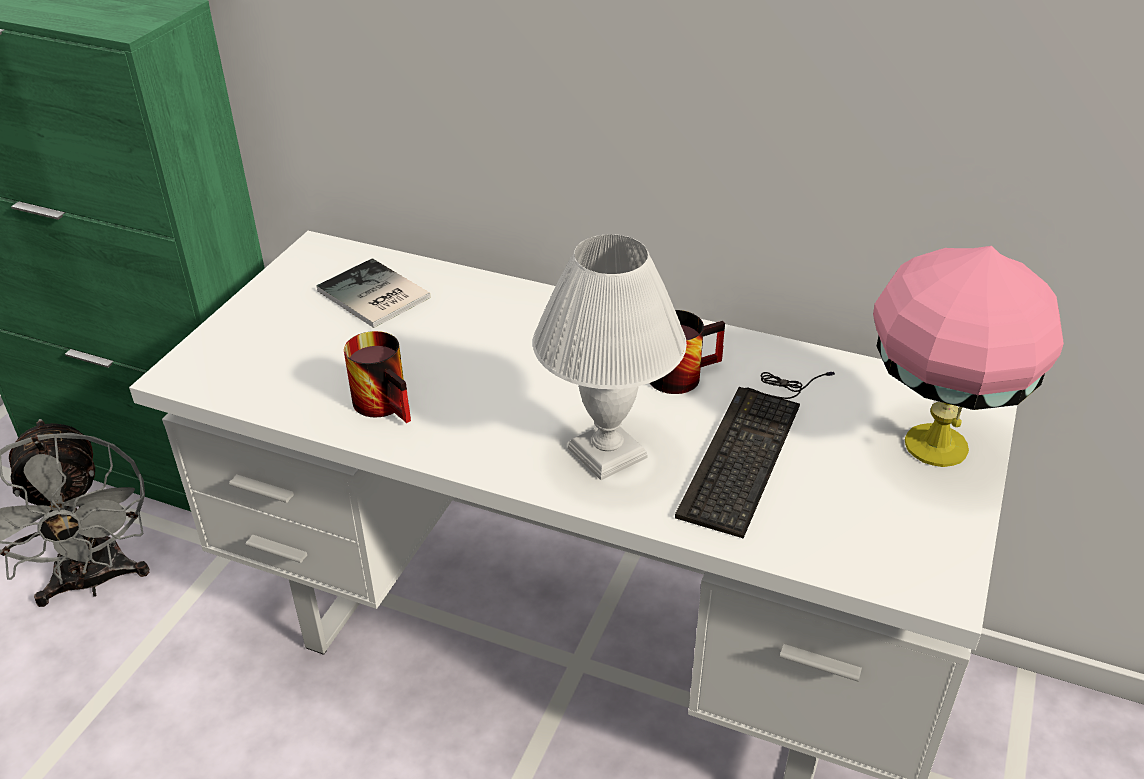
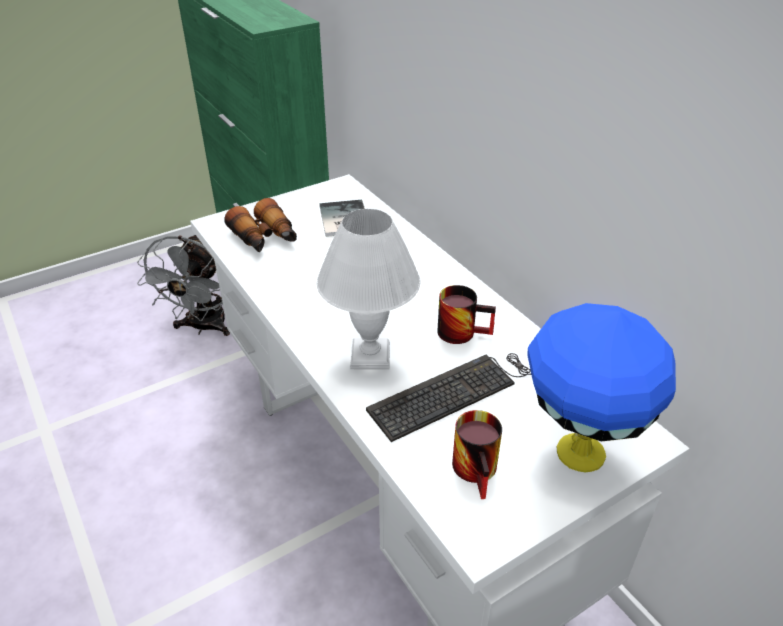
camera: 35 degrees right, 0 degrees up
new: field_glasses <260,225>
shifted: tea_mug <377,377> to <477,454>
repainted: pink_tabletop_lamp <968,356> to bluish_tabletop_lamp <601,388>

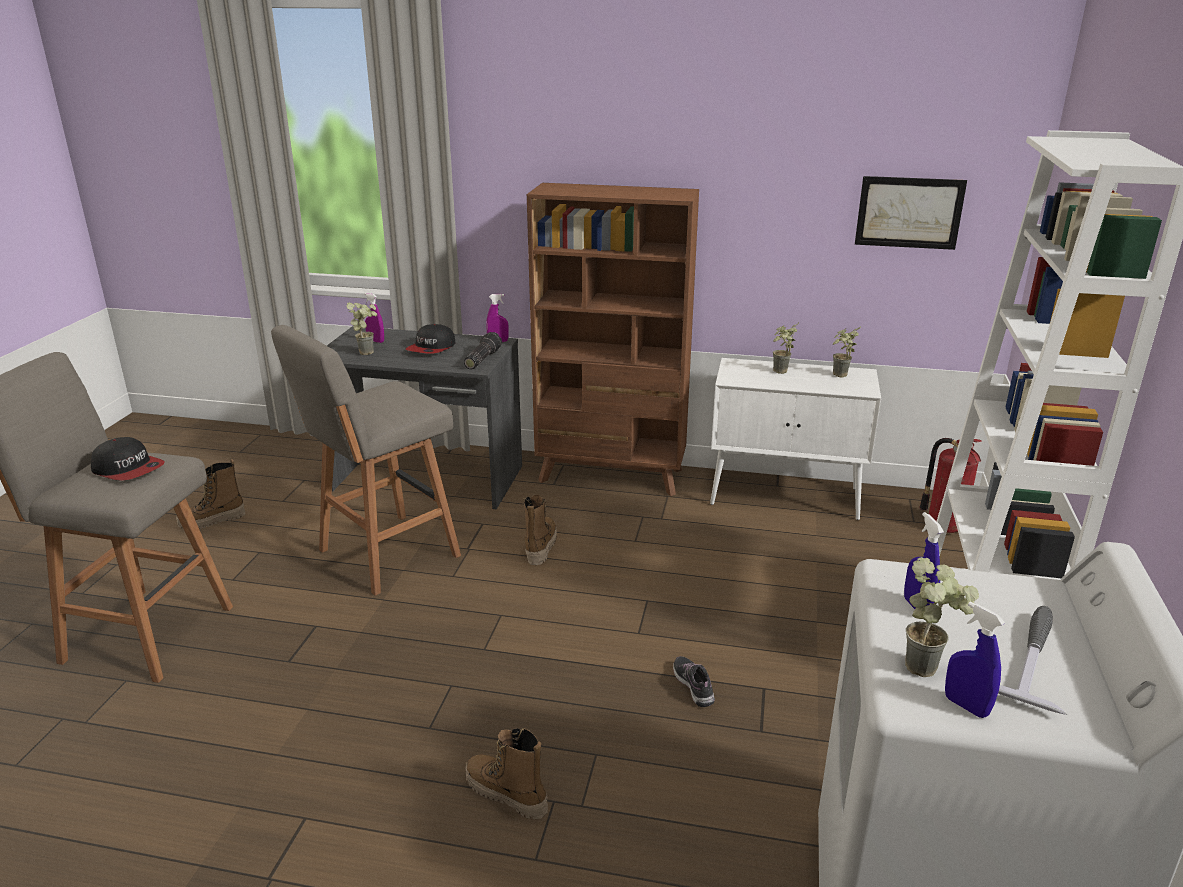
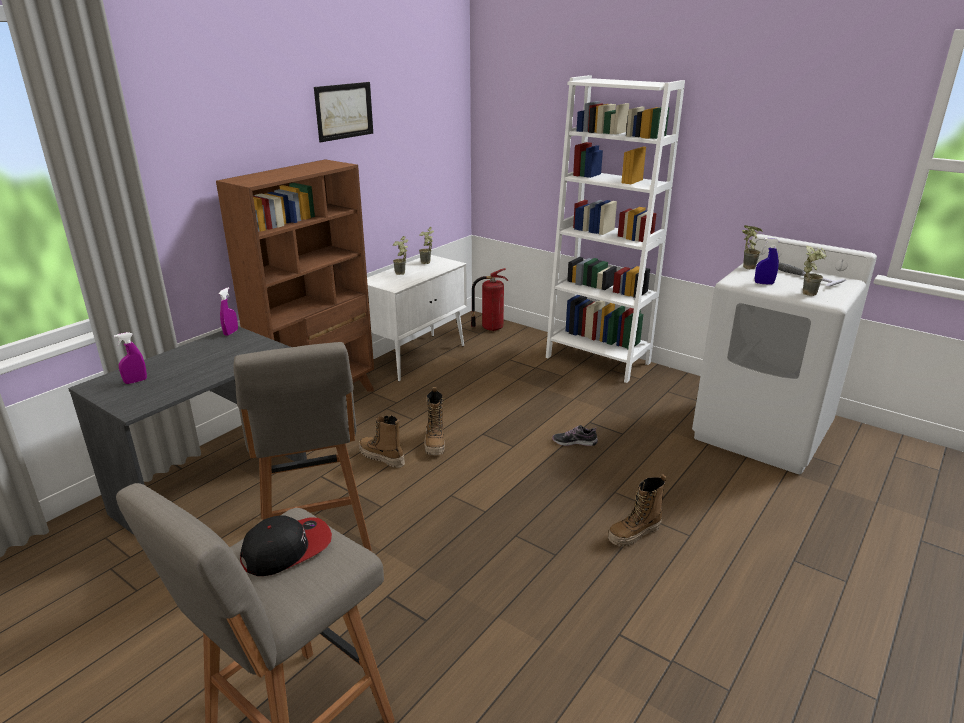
camera: 65 degrees left, 0 degrees up
gone: baseball_cap <430,338>; torch <483,350>; bluish_spray_bottle <975,660>
shifted: high-top_boot <210,494> to <435,421>; potted_plant <362,328> to <752,247>; picture <911,213> to <343,112>

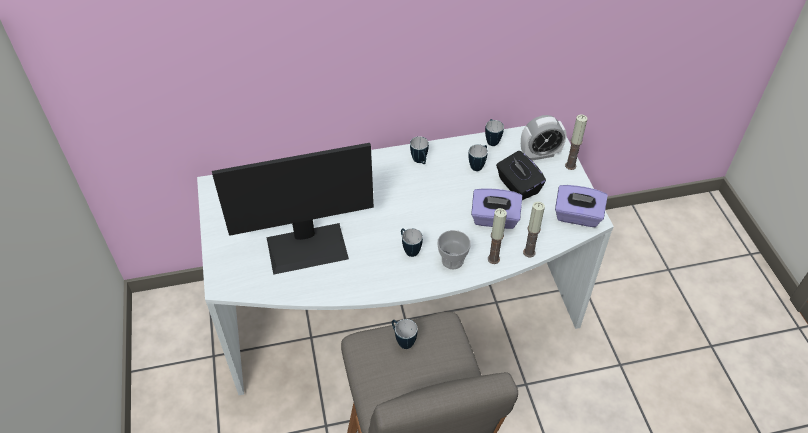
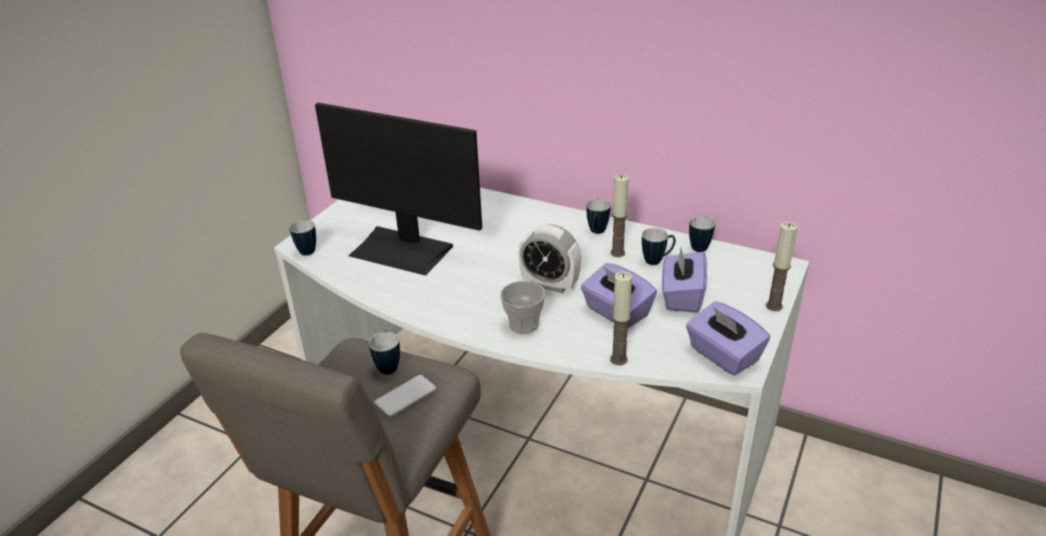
camera: 40 degrees right, 15 degrees down
new: phone <405,396>
shifted: tea_mug <412,242> to <303,237>; wax_candle <497,236> to <619,215>; alarm_clock <544,138> to <549,258>
repainted: black-coloured_tissue_holder <521,175> to purplish_tissue_holder <684,280>

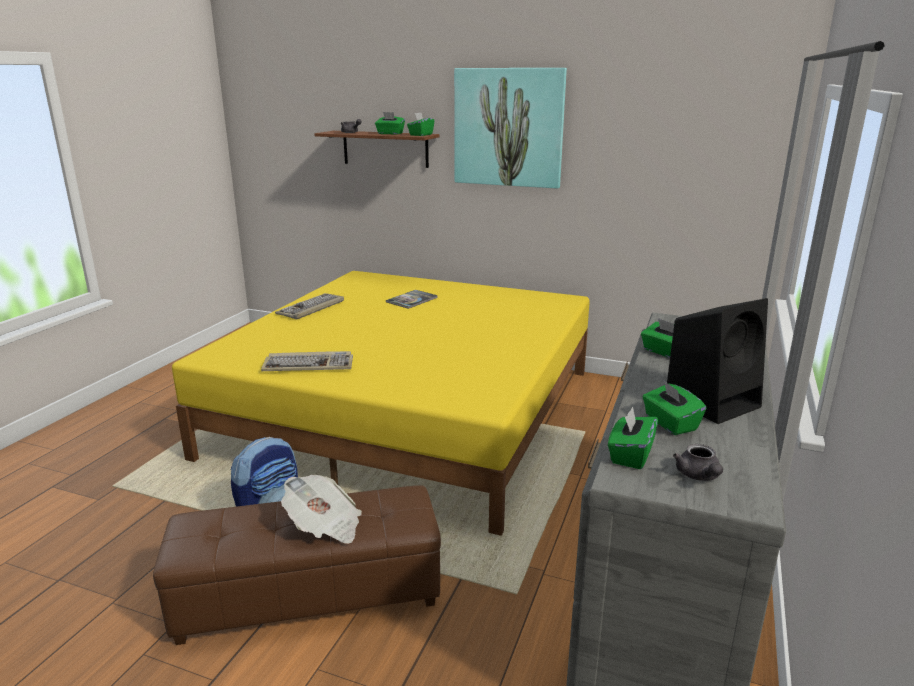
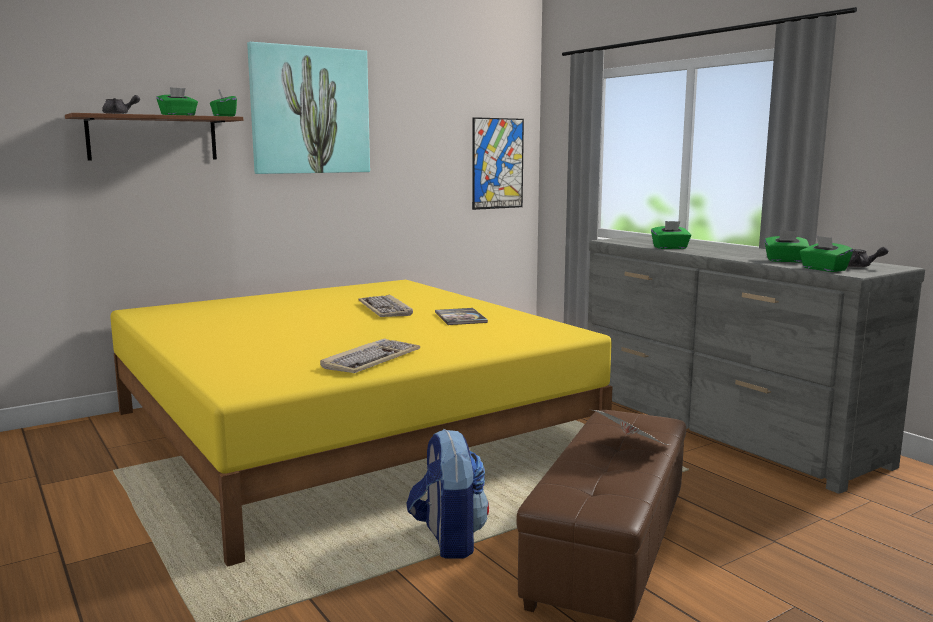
camera: 55 degrees left, 10 degrees down
gone: black-coloured_audio_speaker <717,361>
new: picture <498,163>
shifted: PC_keyboard <309,306> to <386,306>; volume <412,299> to <461,316>

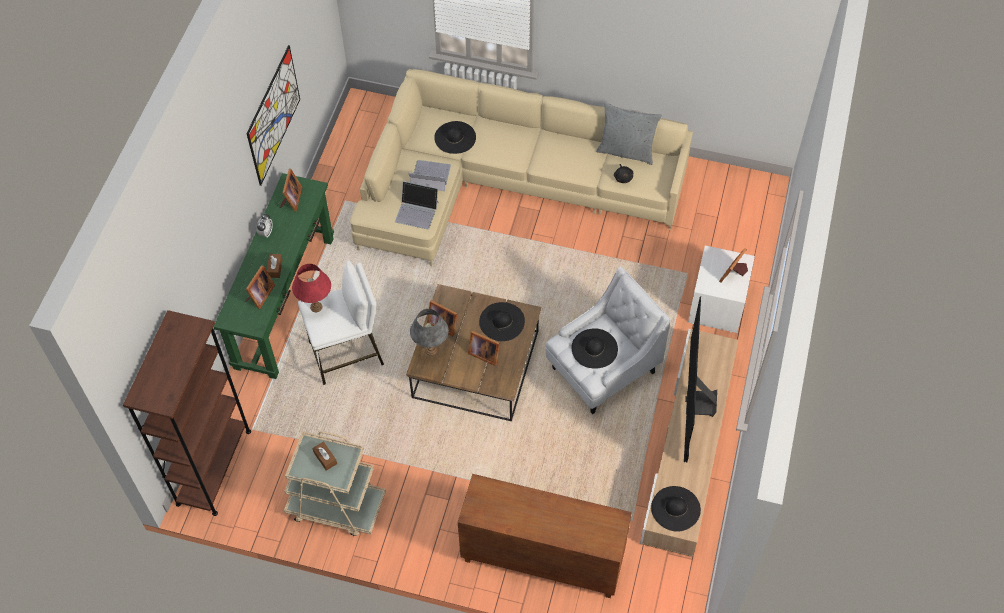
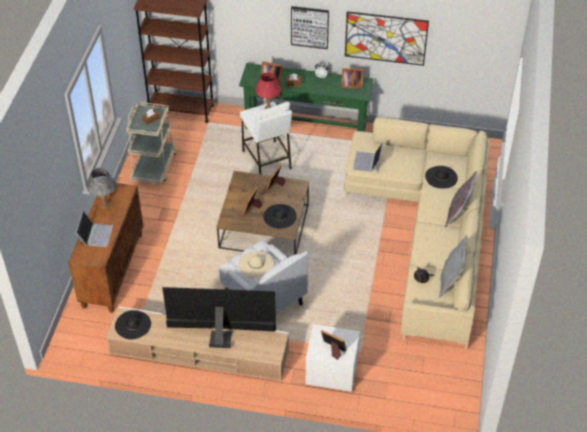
camera: 85 degrees right, 10 degrees down
new: picture <310,27>; grey_cushion <461,199>
shifted: portable_computer <429,175> to <94,229>; grey_tabletop_lamp <429,332> to <101,188>
repainted: black-coloured_hat <594,348> to beige_hat <256,264>

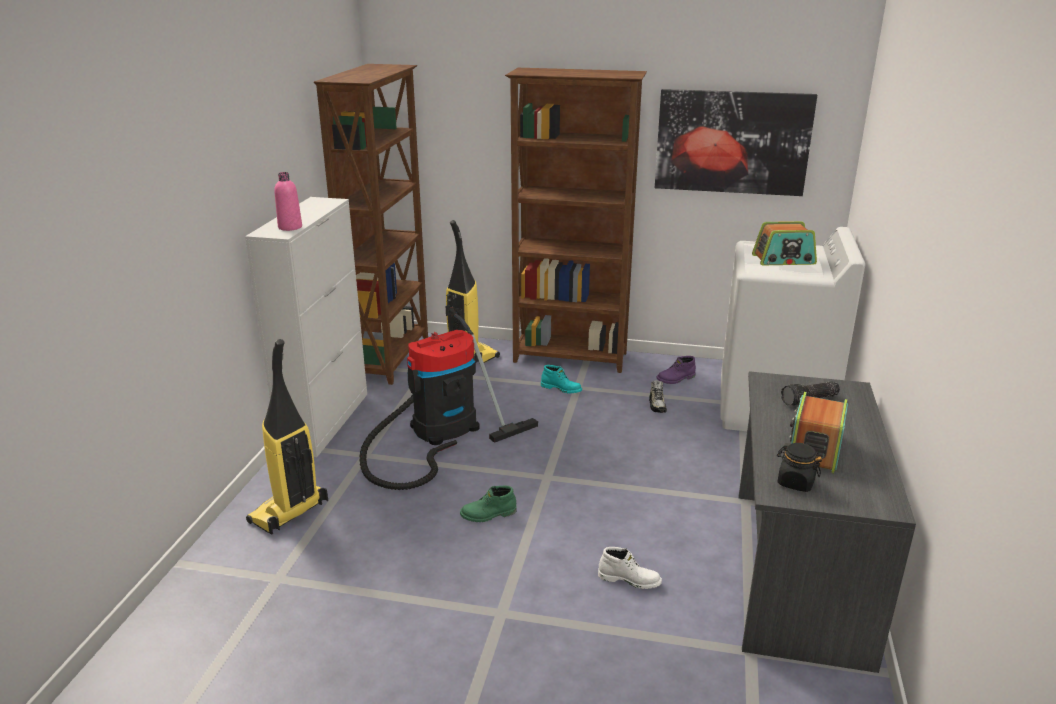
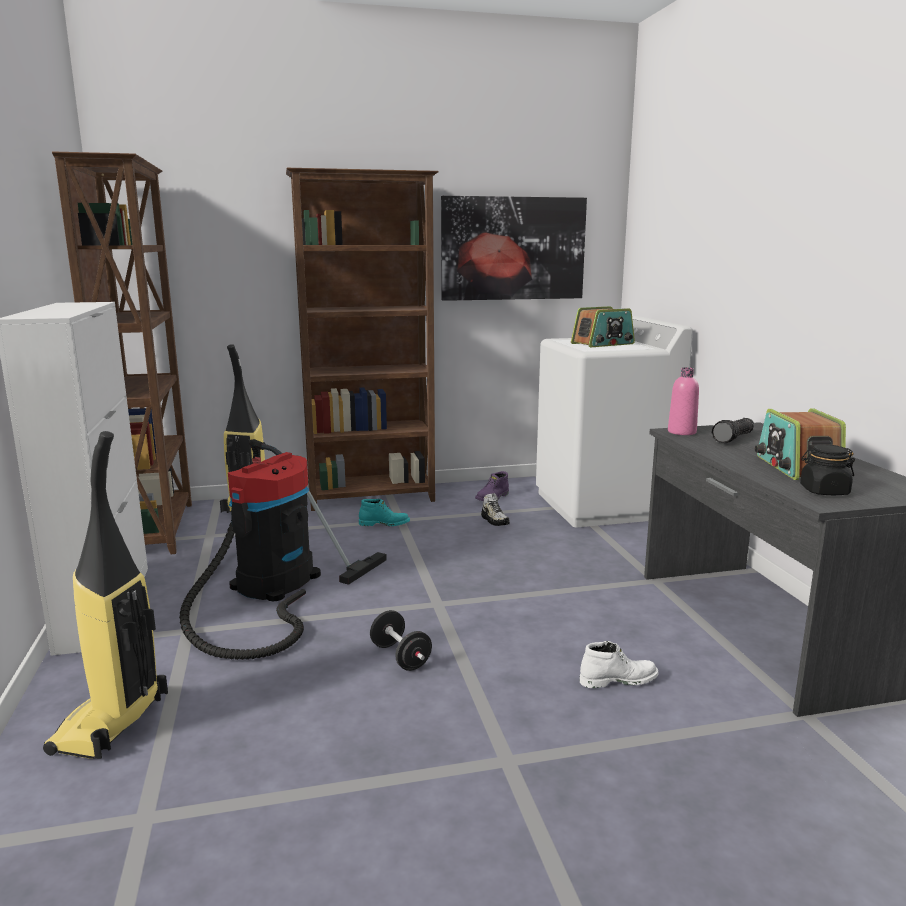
camera: 25 degrees left, 10 degrees down
shifted: pink_beverage_bottle <288,201> to <683,401>
swapped: green_high-top_boot <488,504> to black-coloured_hand_weight <401,640>

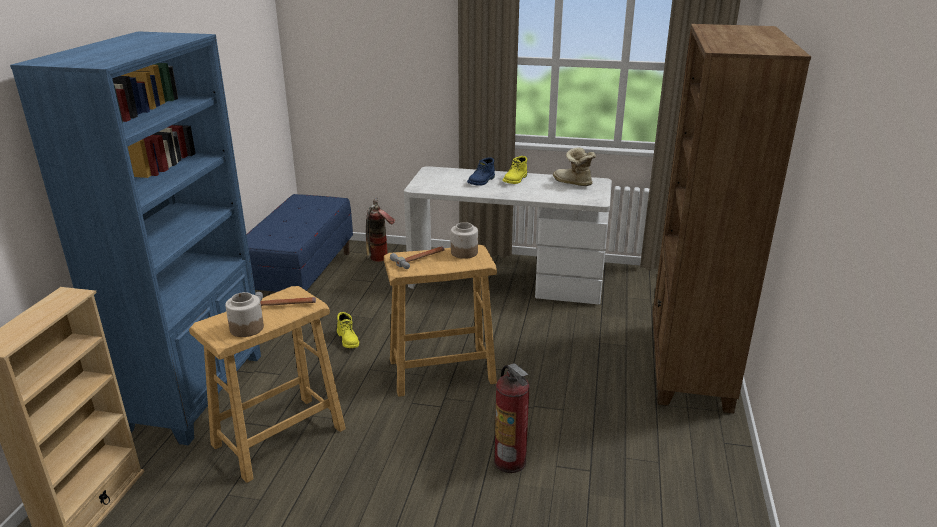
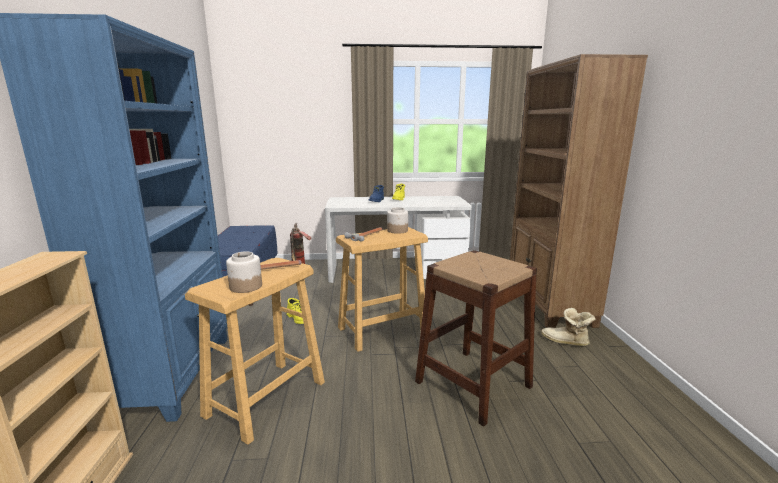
camera: 15 degrees left, 10 degrees down
shifted: high-top_boot <574,166> to <568,327>
swapped: extinguisher <512,418> to brownish_sitting_stool <476,338>

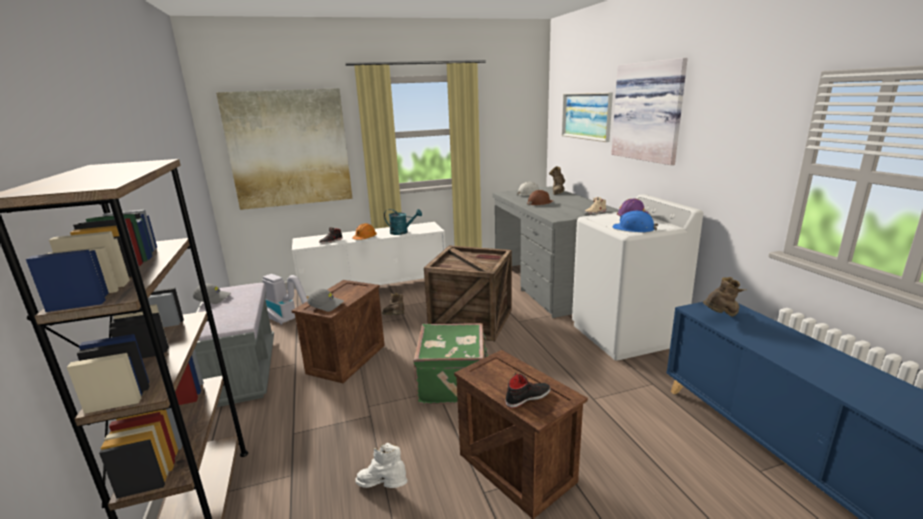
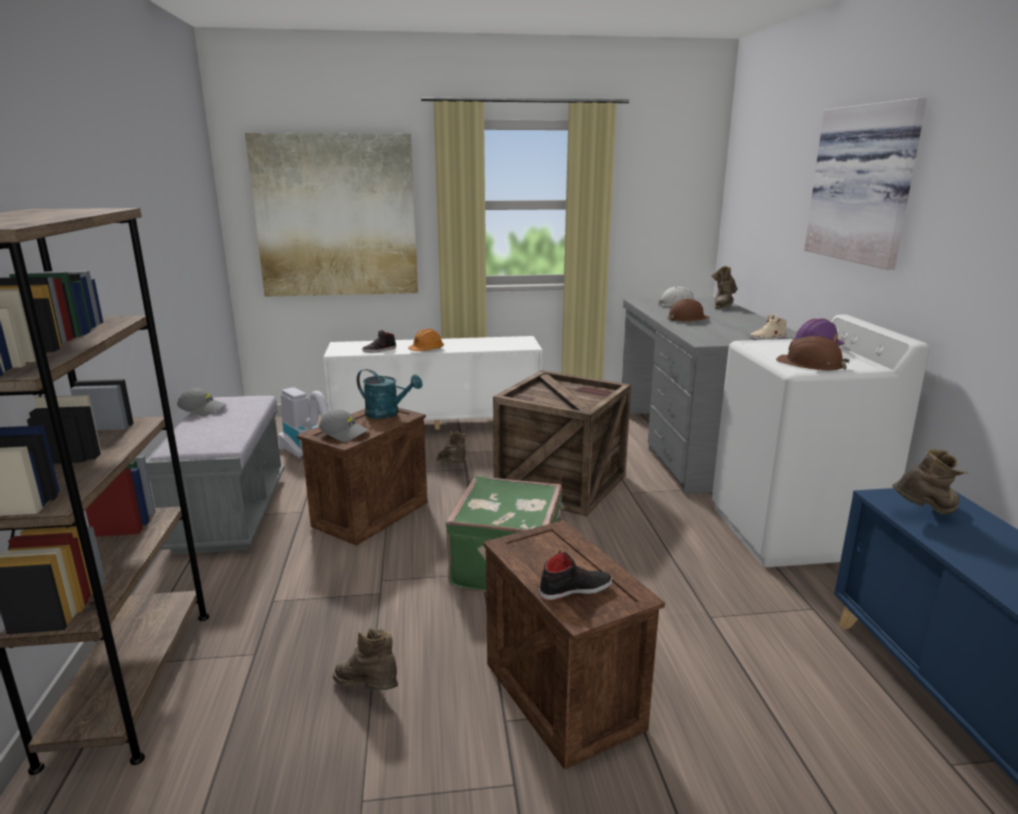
camera: 10 degrees right, 0 degrees up
gone: picture <587,117>
shifted: blue-green_sprinkling_can <403,222> to <390,394>
repainted: white_high-top_boot <381,465> to brownish_high-top_boot <365,659>; bluish_hard_hat <635,221> to brownish_hard_hat <813,353>

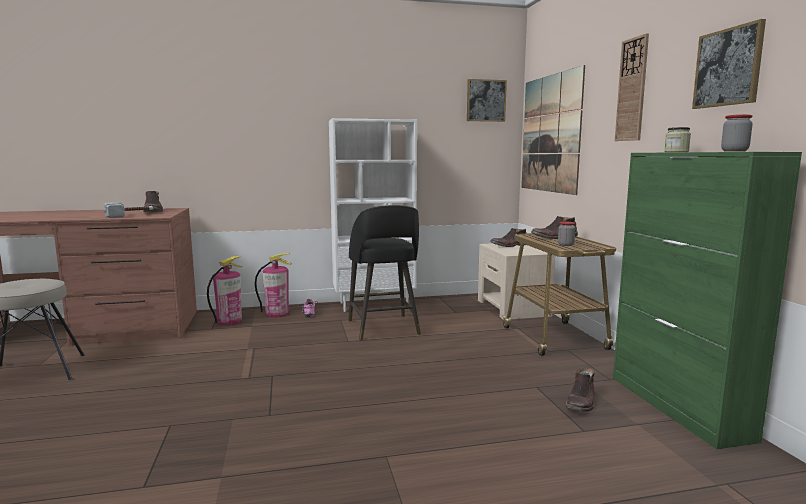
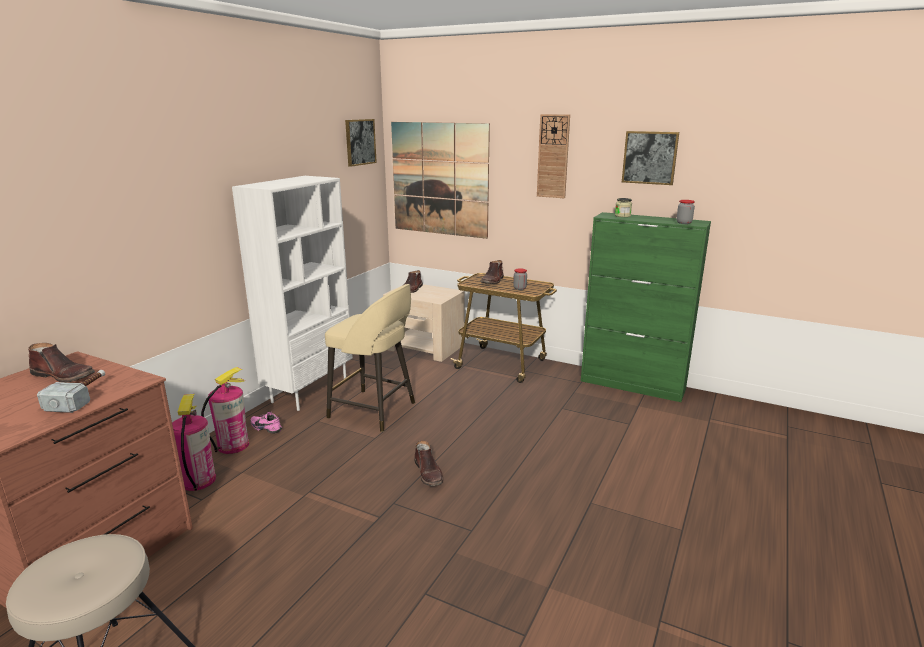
camera: 50 degrees left, 10 degrees up
shifted: brownish_high-top_boot <580,389> to <429,463>
repainted: black-coloured_sitting_stool <385,272> to beige_sitting_stool <370,358>

